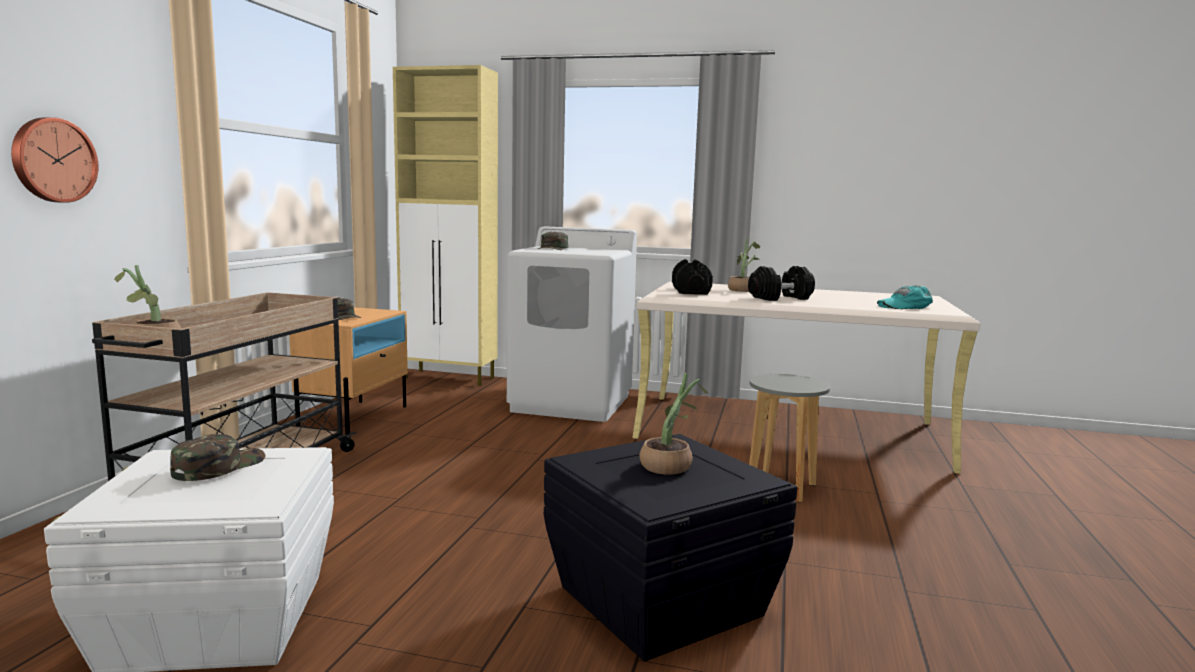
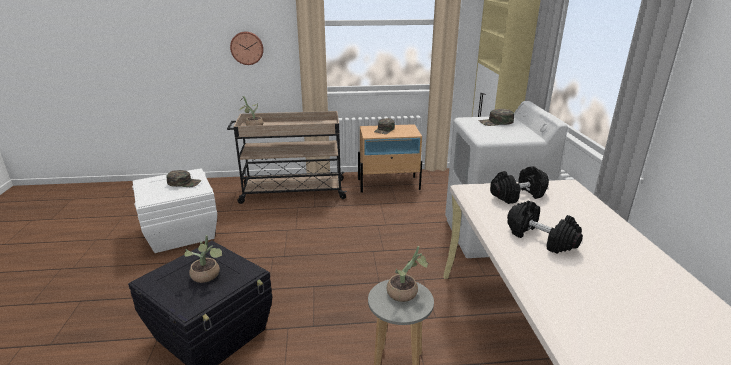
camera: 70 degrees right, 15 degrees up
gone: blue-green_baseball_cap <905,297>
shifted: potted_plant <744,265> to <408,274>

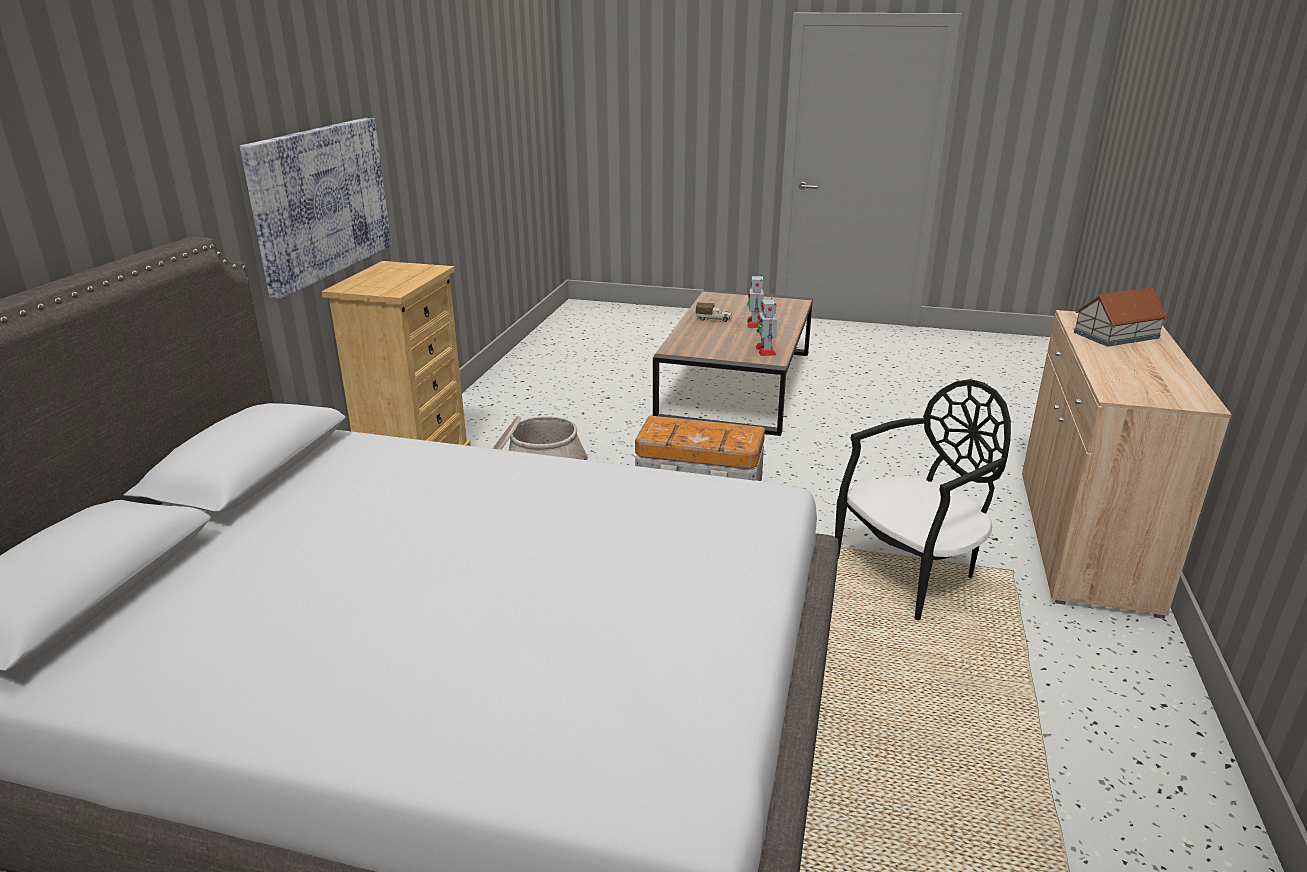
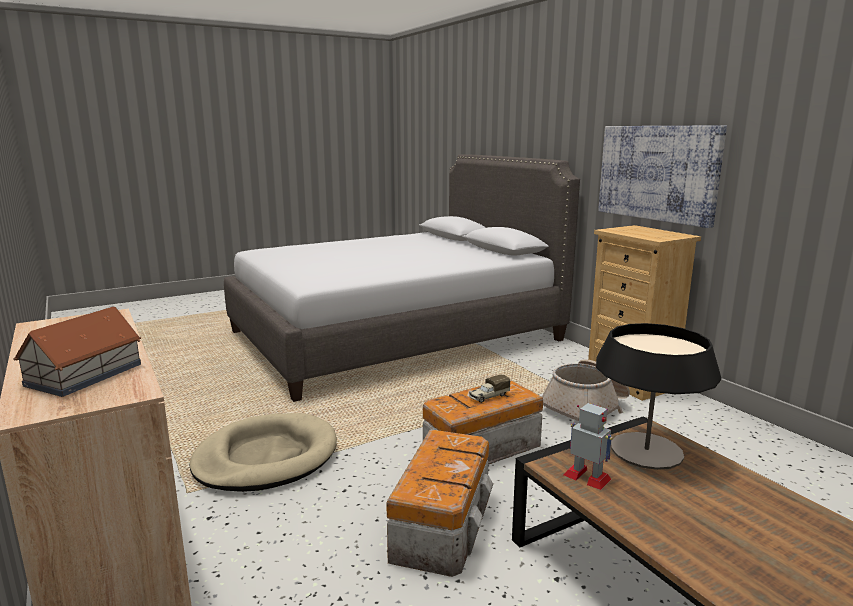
camera: 135 degrees right, 10 degrees down
gone: robot_figure <755,301>
new: storage_bin <439,503>; tabletop_lamp <658,396>
shifted: model_truck <714,312> to <489,388>
swapped: black-coloured_plain_chair <923,499> to beige_dog_cushion <263,452>

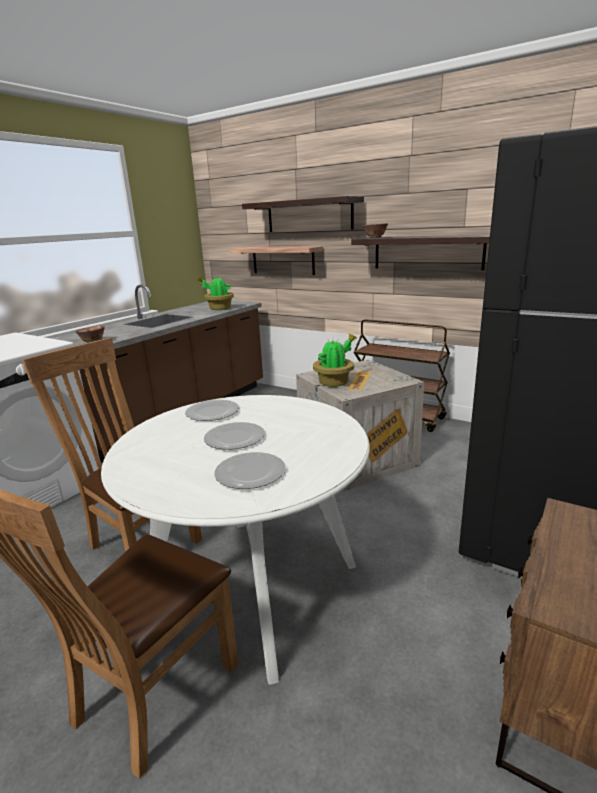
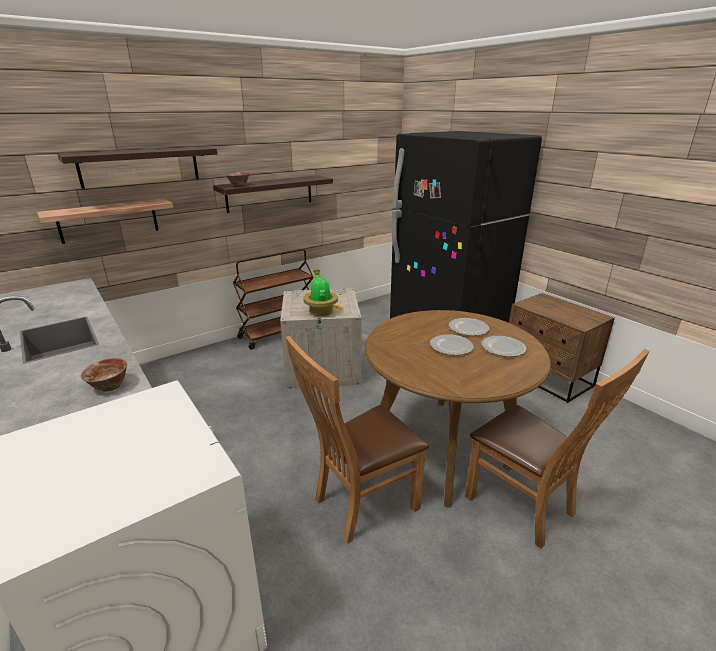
camera: 70 degrees left, 5 degrees up
gone: potted_plant <215,292>
shifted: plate <212,410> to <469,327>
repainted: white_dinner_table <235,539> to brownish_dinner_table <458,408>

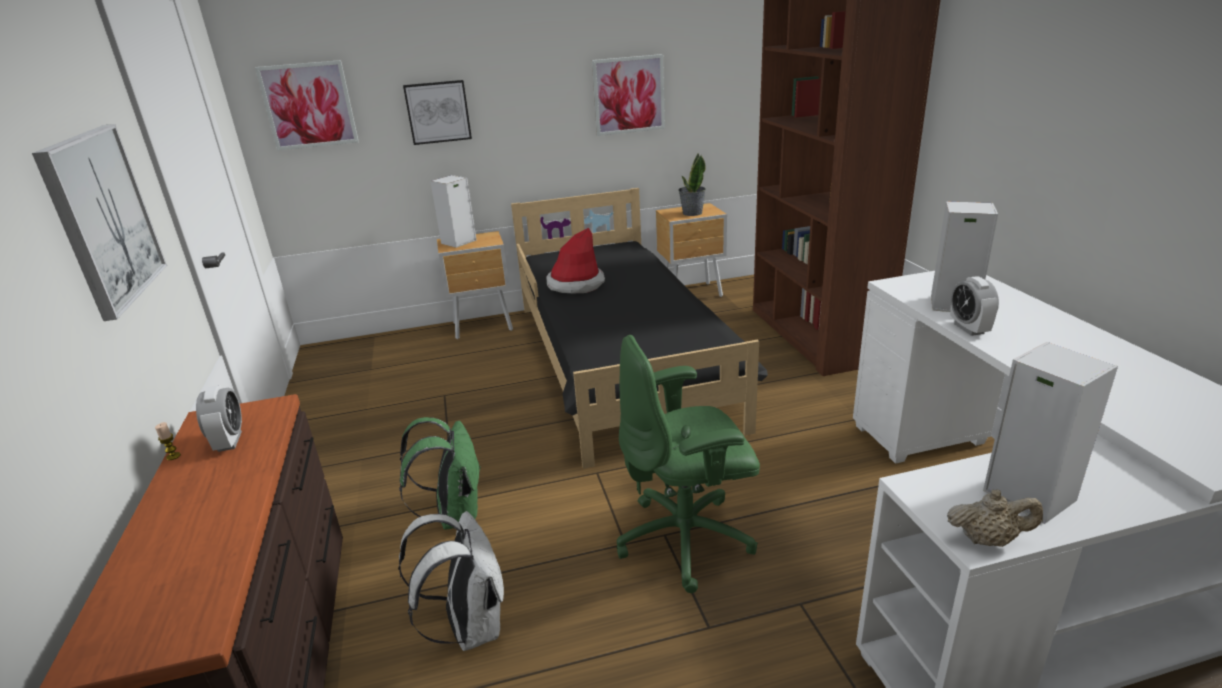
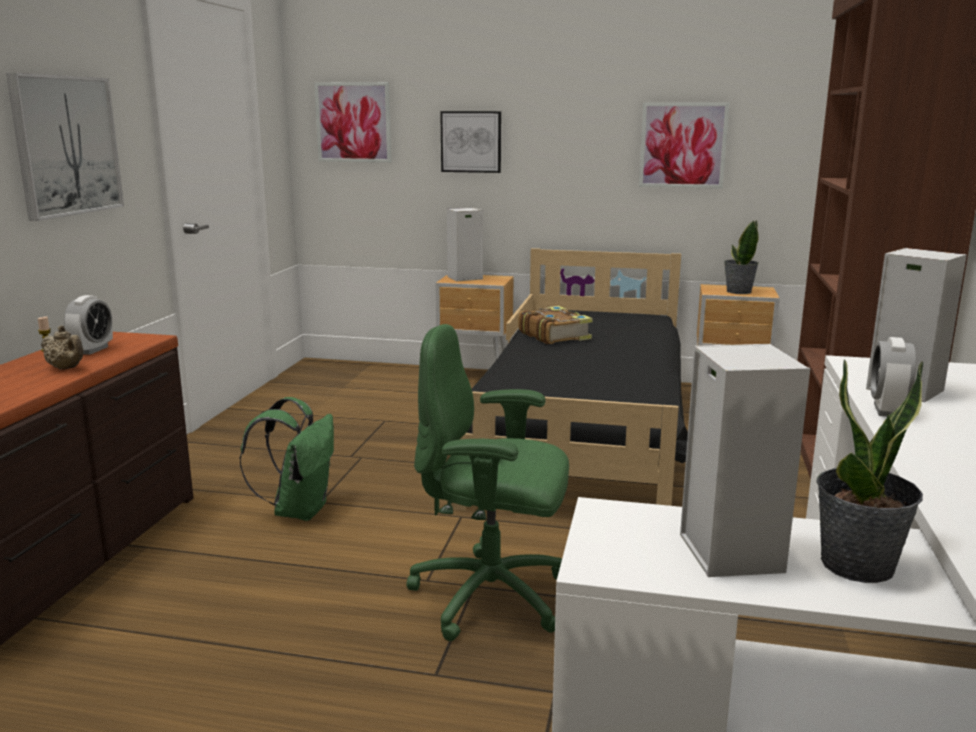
camera: 25 degrees right, 10 degrees down
gone: white_backpack <451,581>
new: potted_plant <870,471>
shifted: beige_pot_for_tea <995,518> to <62,348>
swapped: hat <575,260> to volume <555,325>

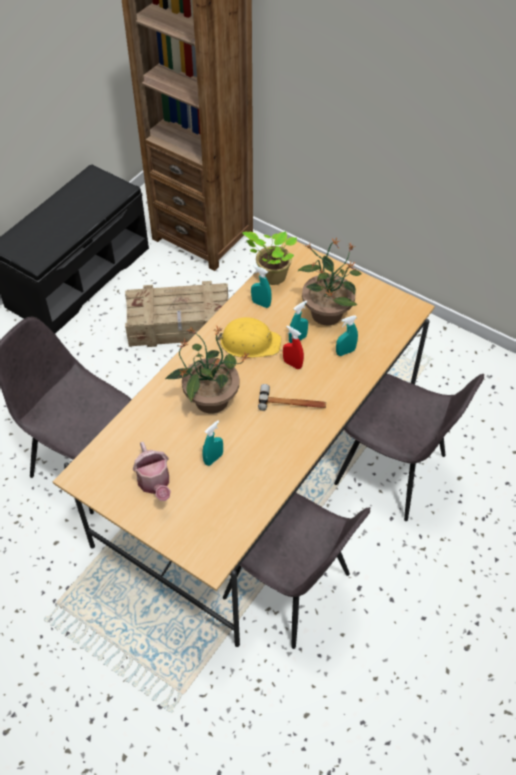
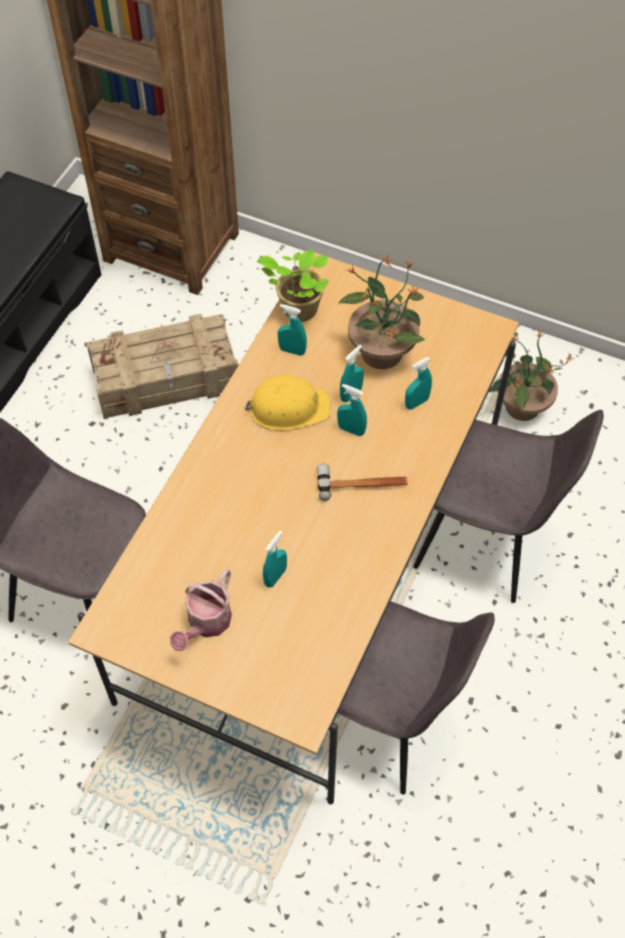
camera: 10 degrees left, 5 degrees up
shifted: potted_plant <207,369> to <532,375>
repainted: red_spray_bottle <293,347> to blue-green_spray_bottle <352,410>
rotated: sprinkling_can <152,471> = <201,610> 60 degrees clockwise

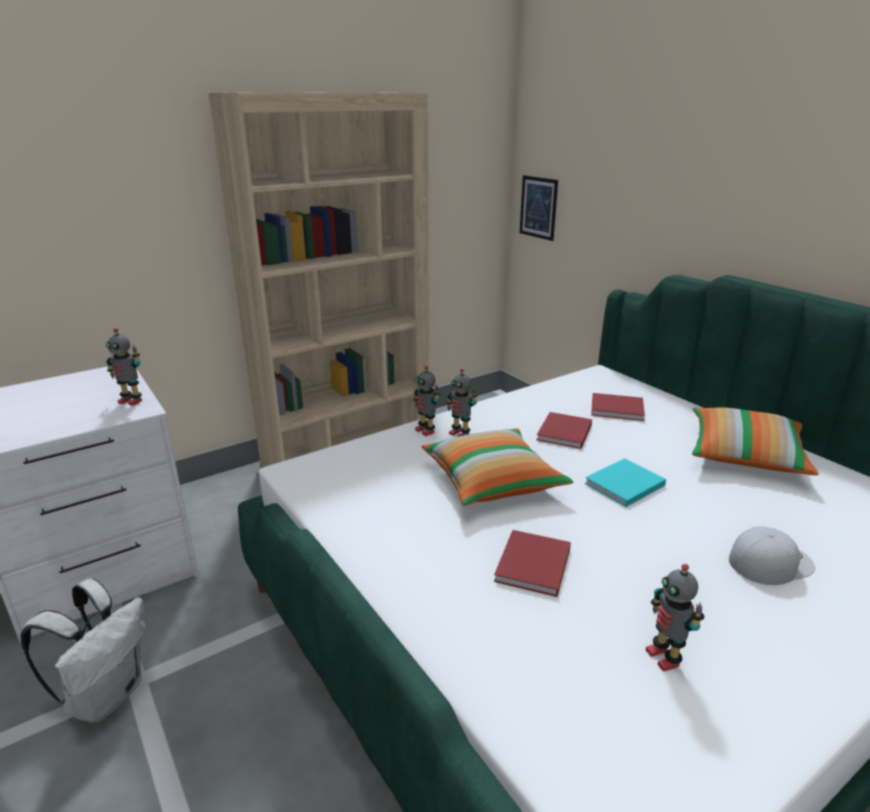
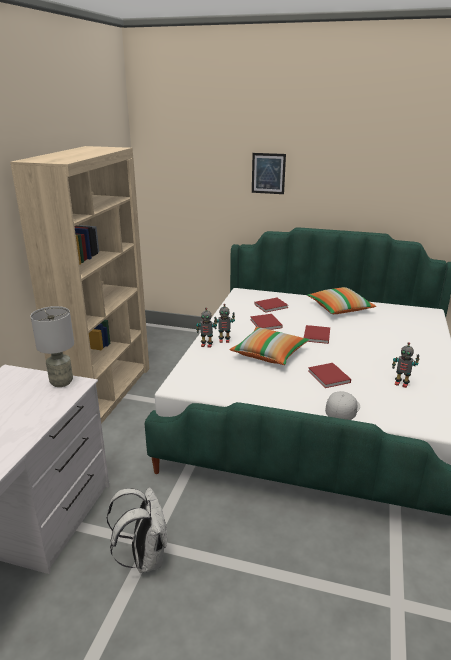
camera: 40 degrees left, 0 degrees up
shifted: picture <539,208> to <269,173>; white_baseball_cap <772,555> to <342,405>
swapped: robot_figure <124,367> to grey_tabletop_lamp <52,346>
repainted: blue-green_volume <625,482> to red_volume <317,334>

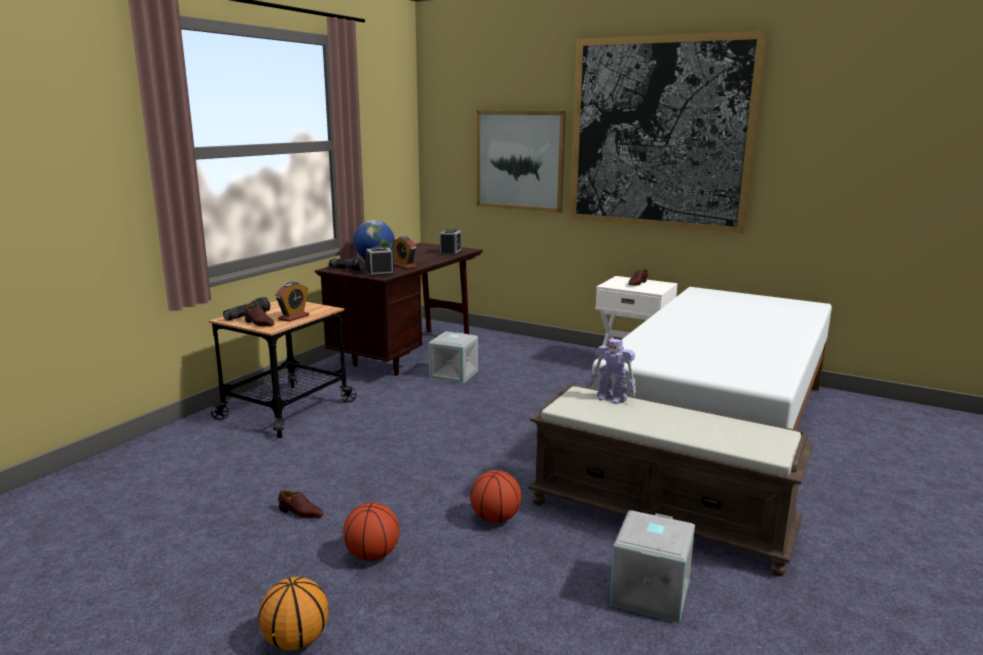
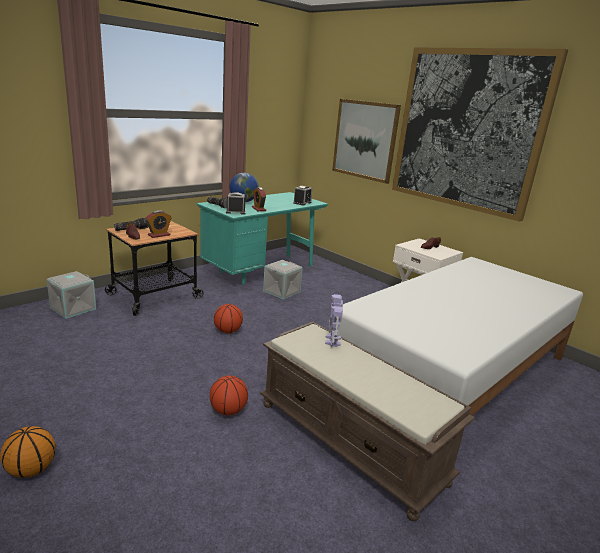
camera: 15 degrees right, 5 degrees up
gone: brownish_low_shoe <301,504>
shifted: basketball_ball <371,531> to <228,318>; grey_storage_bin <652,567> to <71,295>
repainted: brownish_desk_table <399,309> to blue-green_desk_table <262,238>
rotated: robot_figure <612,371> = <334,320> 45 degrees clockwise

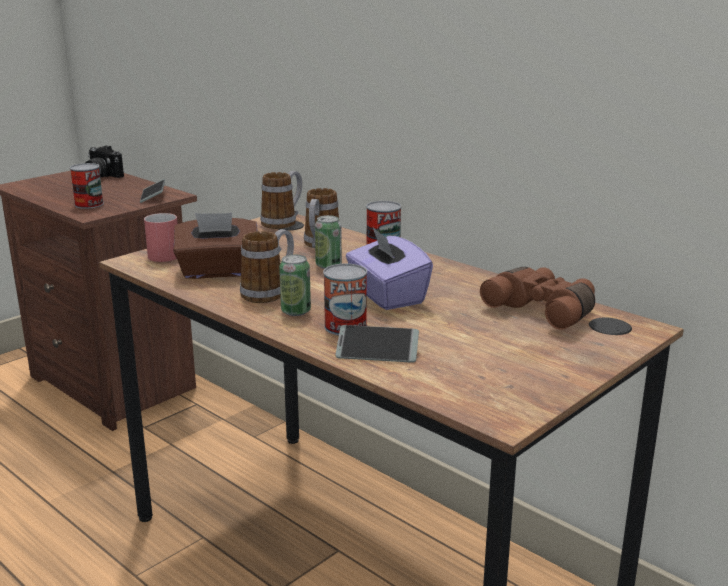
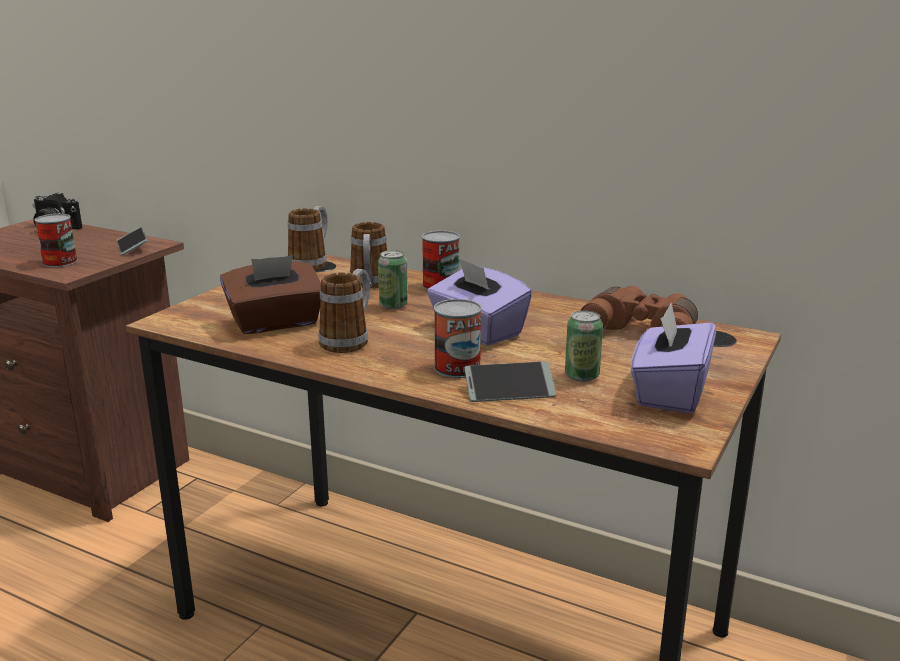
camera: 15 degrees left, 0 degrees up
gone: red_tea_mug <160,237>
new: purplish_tissue_holder <673,358>
shifted: can <295,285> to <584,346>

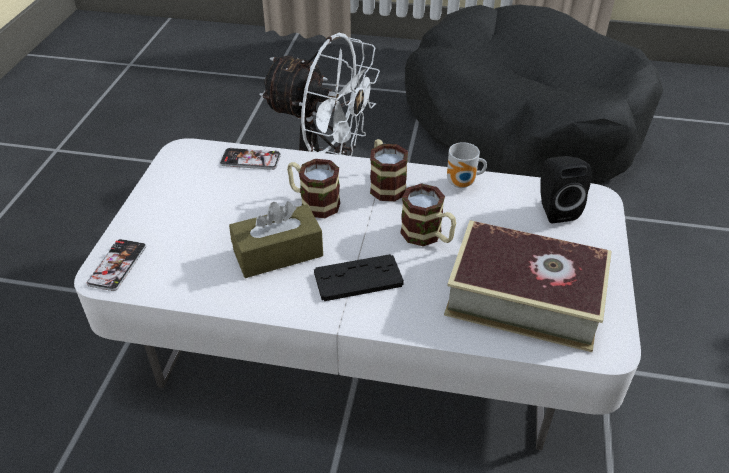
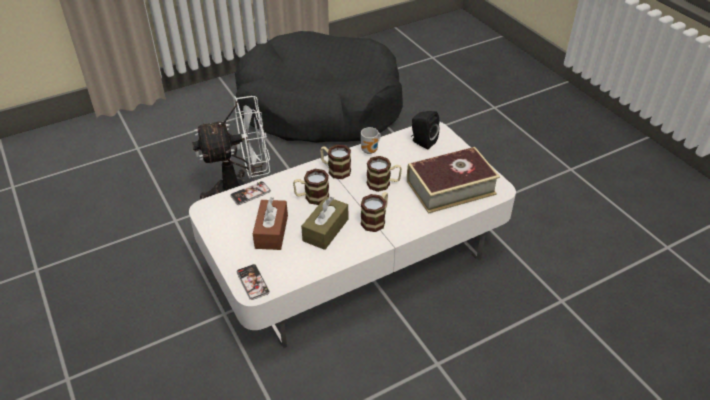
camera: 40 degrees left, 0 degrees up
new: brownish_tissue_holder <270,224>
swapped: black-coloured_joypad <359,277> to tea_mug <374,212>

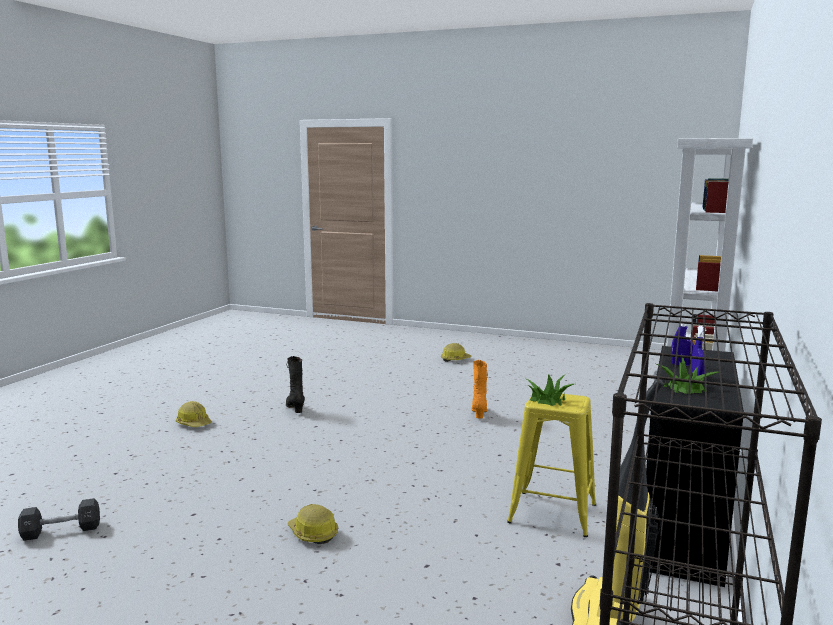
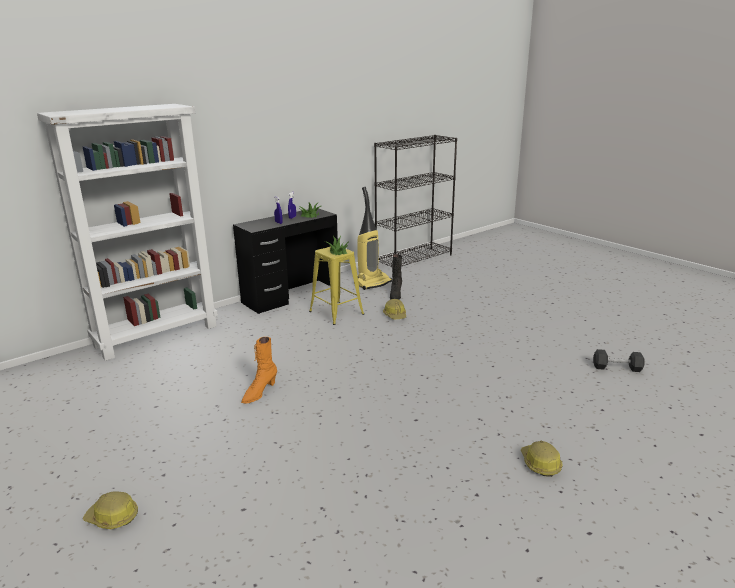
camera: 150 degrees left, 10 degrees up
shifted: black-coloured_high-top_boot <295,384> to <396,277>; hard_hat <312,524> to <394,309>

